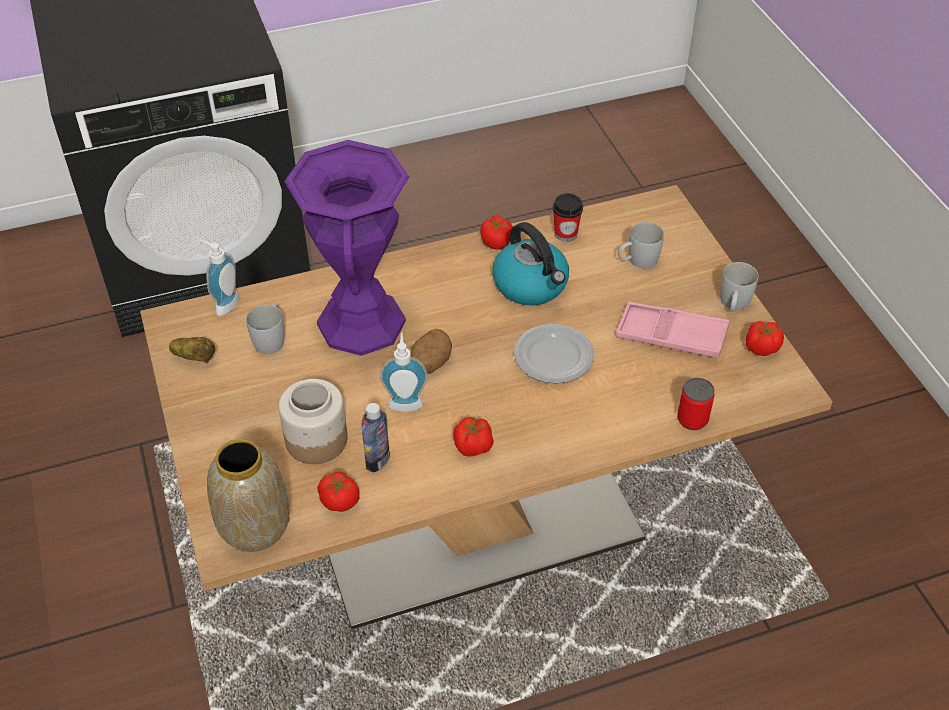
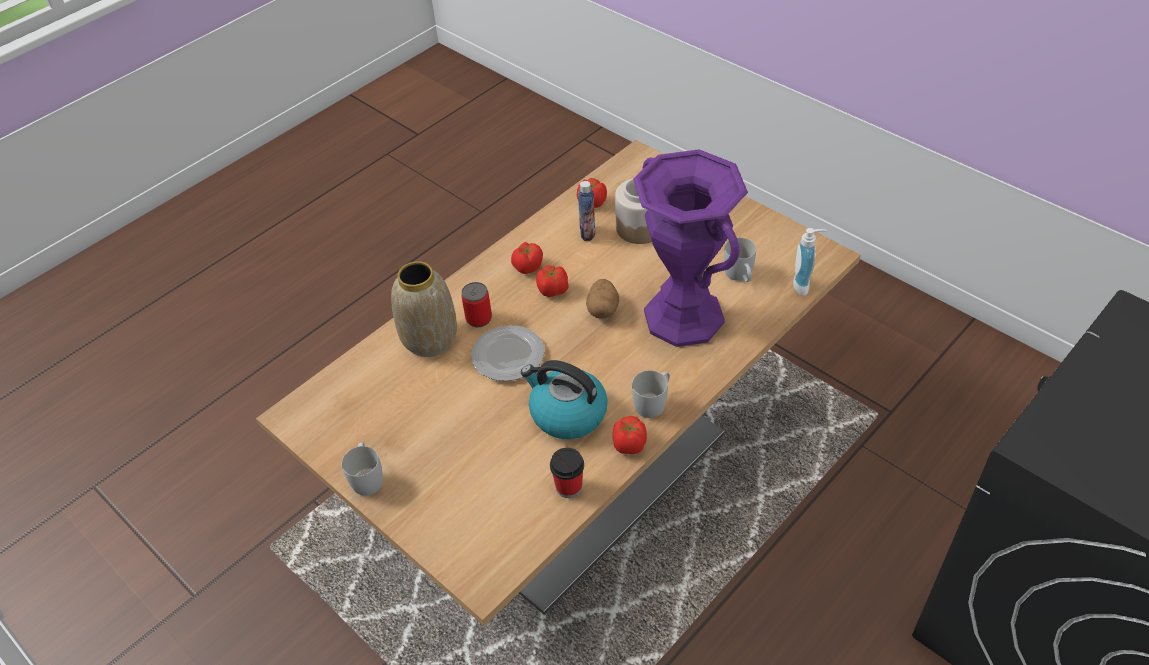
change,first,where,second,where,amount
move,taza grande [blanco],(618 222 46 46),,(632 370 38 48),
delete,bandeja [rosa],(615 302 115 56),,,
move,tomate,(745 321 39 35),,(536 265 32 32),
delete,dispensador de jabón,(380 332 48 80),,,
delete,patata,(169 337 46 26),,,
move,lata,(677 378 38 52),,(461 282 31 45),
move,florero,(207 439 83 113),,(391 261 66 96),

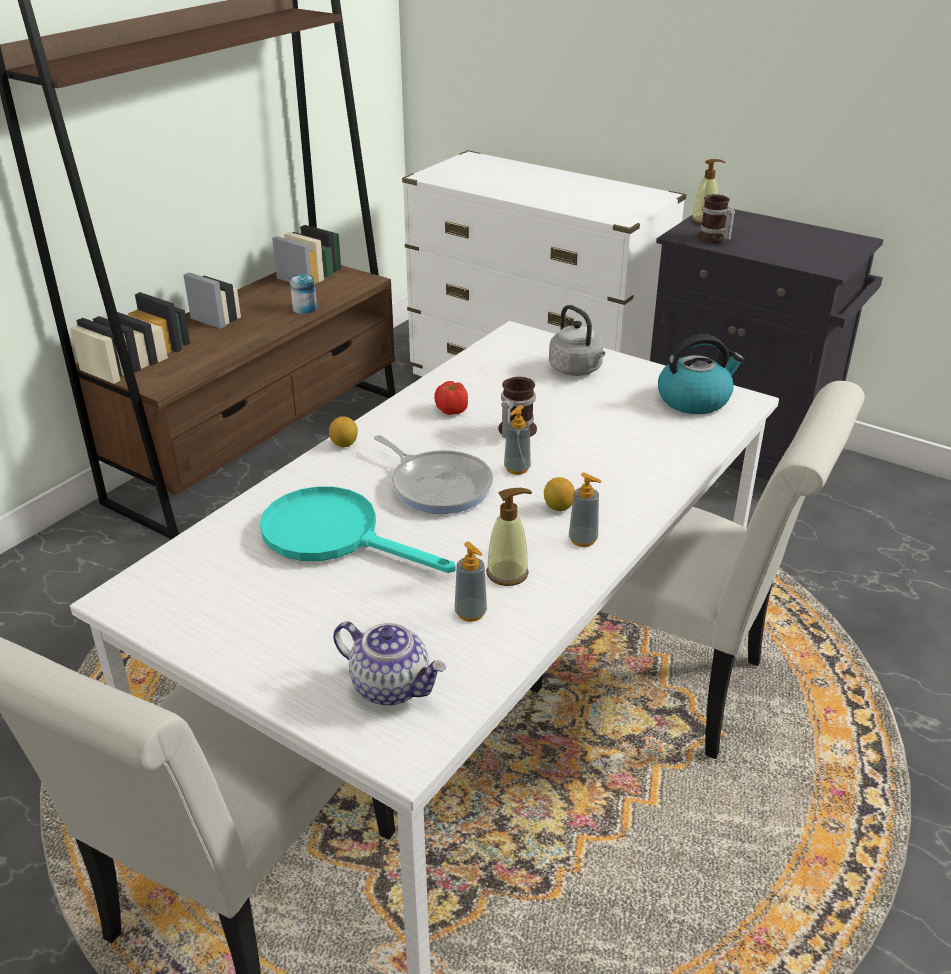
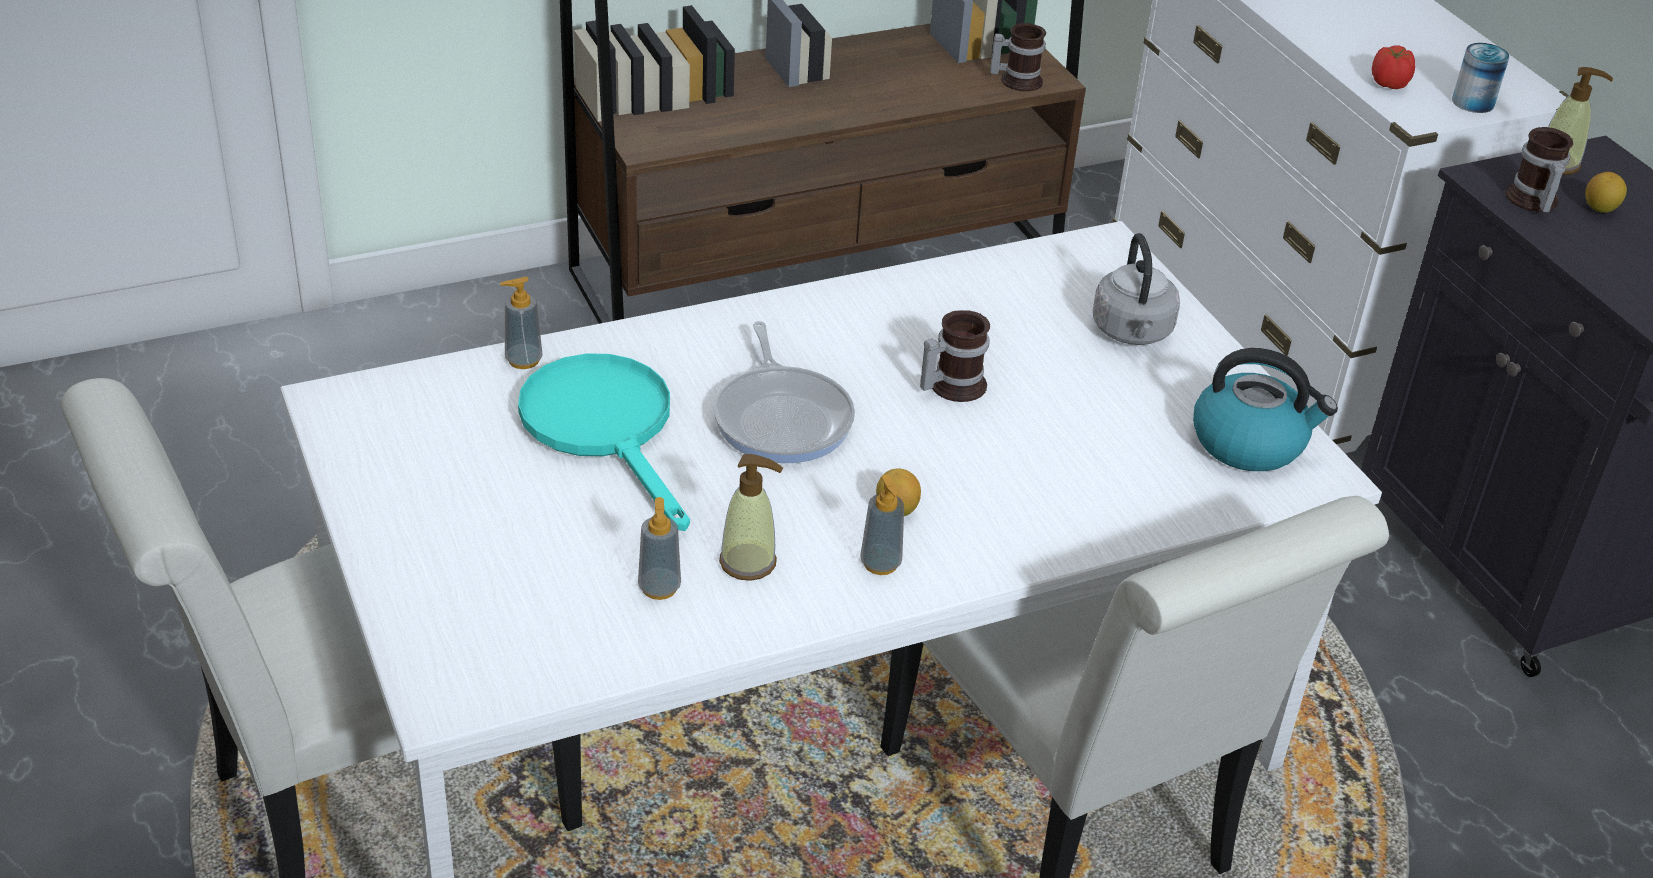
change,first,where,second,where,amount
move,lata,(290 274 27 40),,(1452 43 57 70),
move,tomate,(434 381 34 34),,(1372 46 43 43),
move,dispensador de jabón,(504 405 27 70),,(500 277 43 92),
move,limón,(329 416 29 31),,(1585 172 42 41),
delete,tetera,(333 621 113 85),,,
insert,,,taza grande,(990 23 56 68),

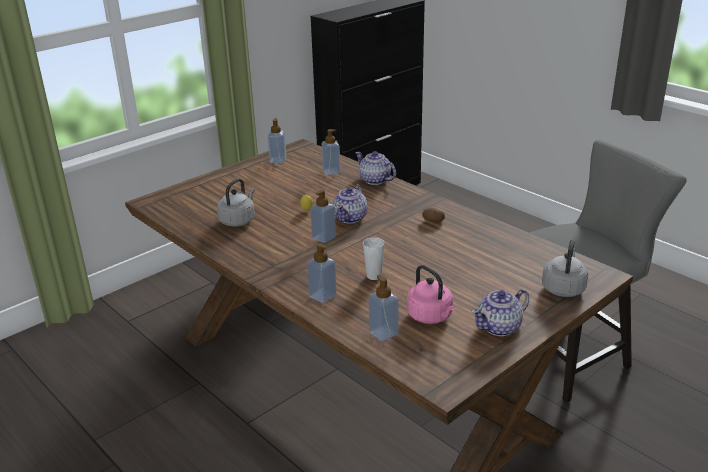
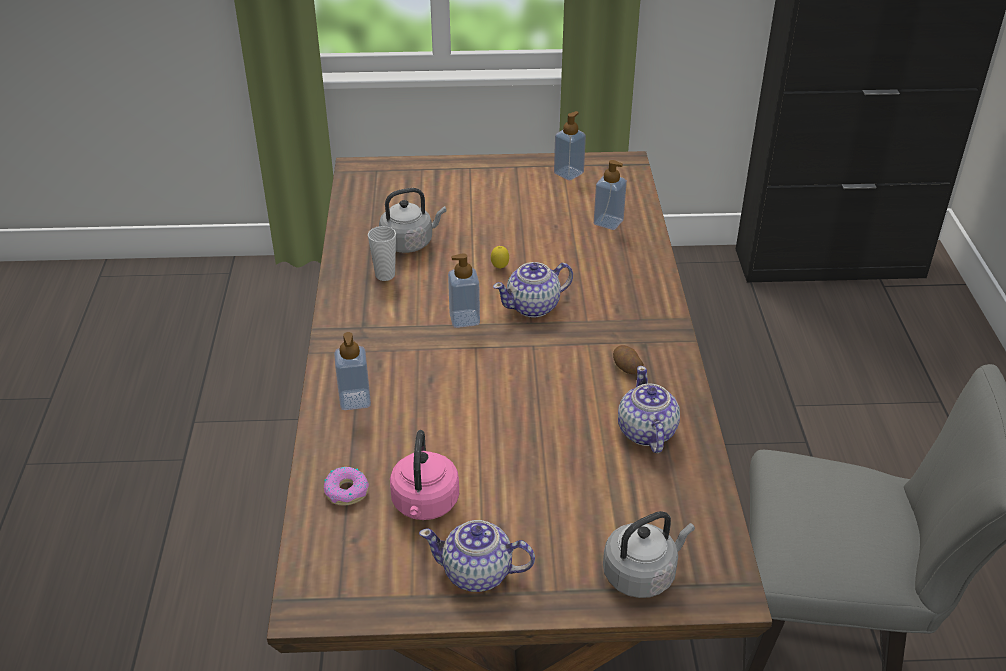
change,first,where,second,where,amount
move,tetera,(355 151 41 34),,(618 366 62 87),
move,taza,(363 237 22 43),,(368 226 28 55),
replace,dispensador de jabón,(369 275 30 66),rosquilla,(324 467 45 39),

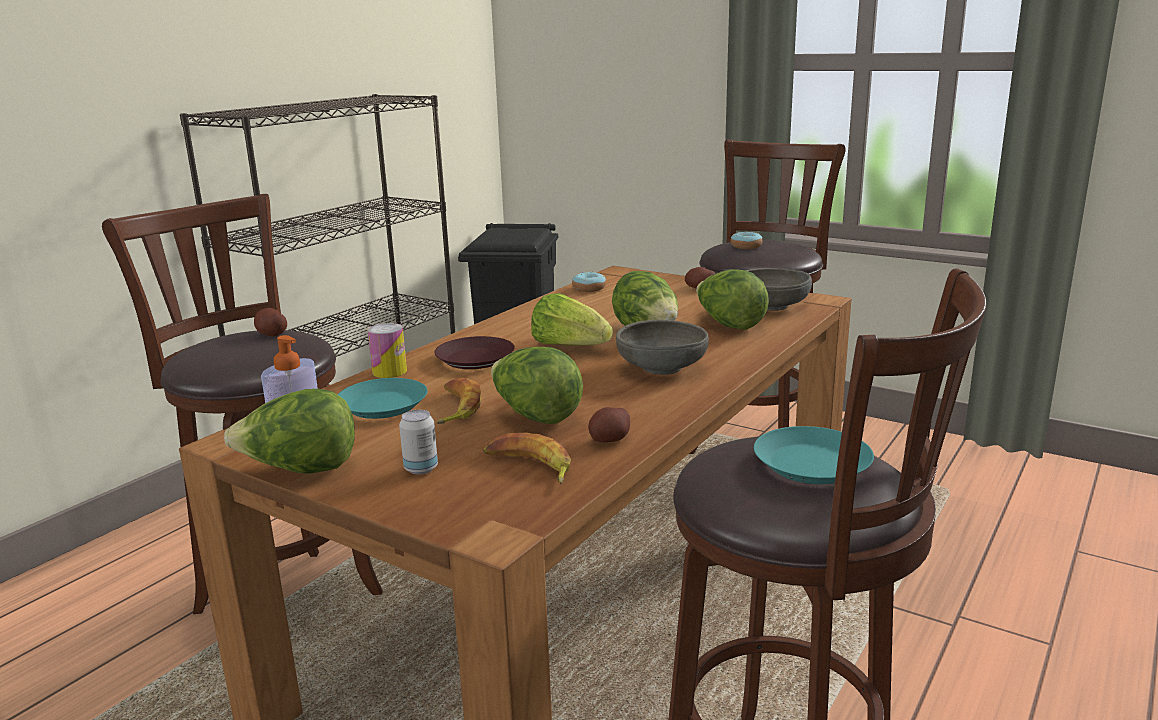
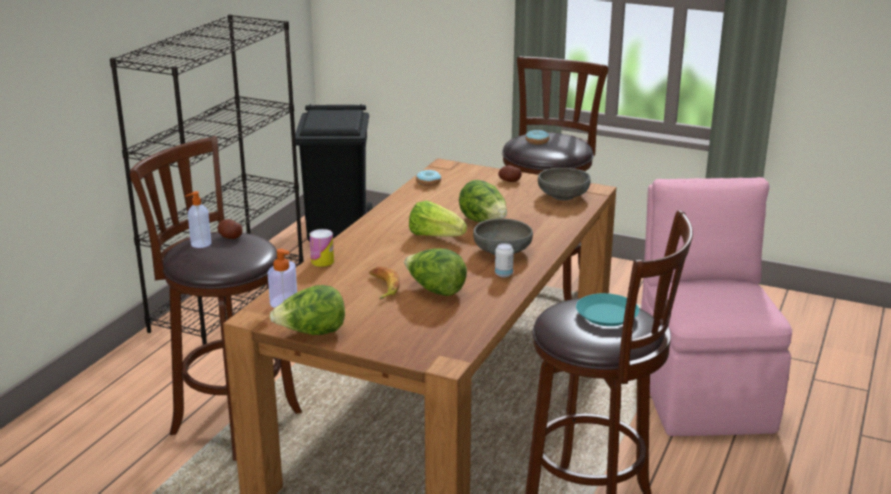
change,first,where,second,where,amount
delete,lechuga,(696 269 73 61),,,
delete,plato [marrón],(434 336 81 33),,,
delete,plato [turquesa],(338 378 90 41),,,
delete,patata,(588 407 42 35),,,
move,lata,(399 410 39 65),,(495 243 19 34),
delete,plátano,(483 433 88 51),,,
insert,,,silla [rosa],(641 177 151 259),
insert,,,dispensador de jabón,(185 191 26 57),

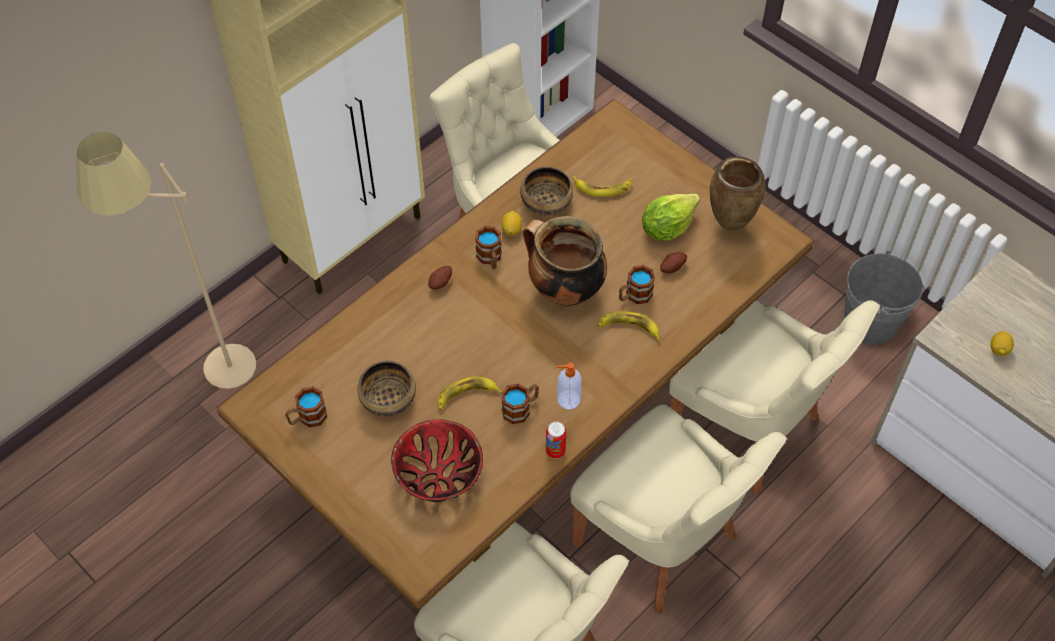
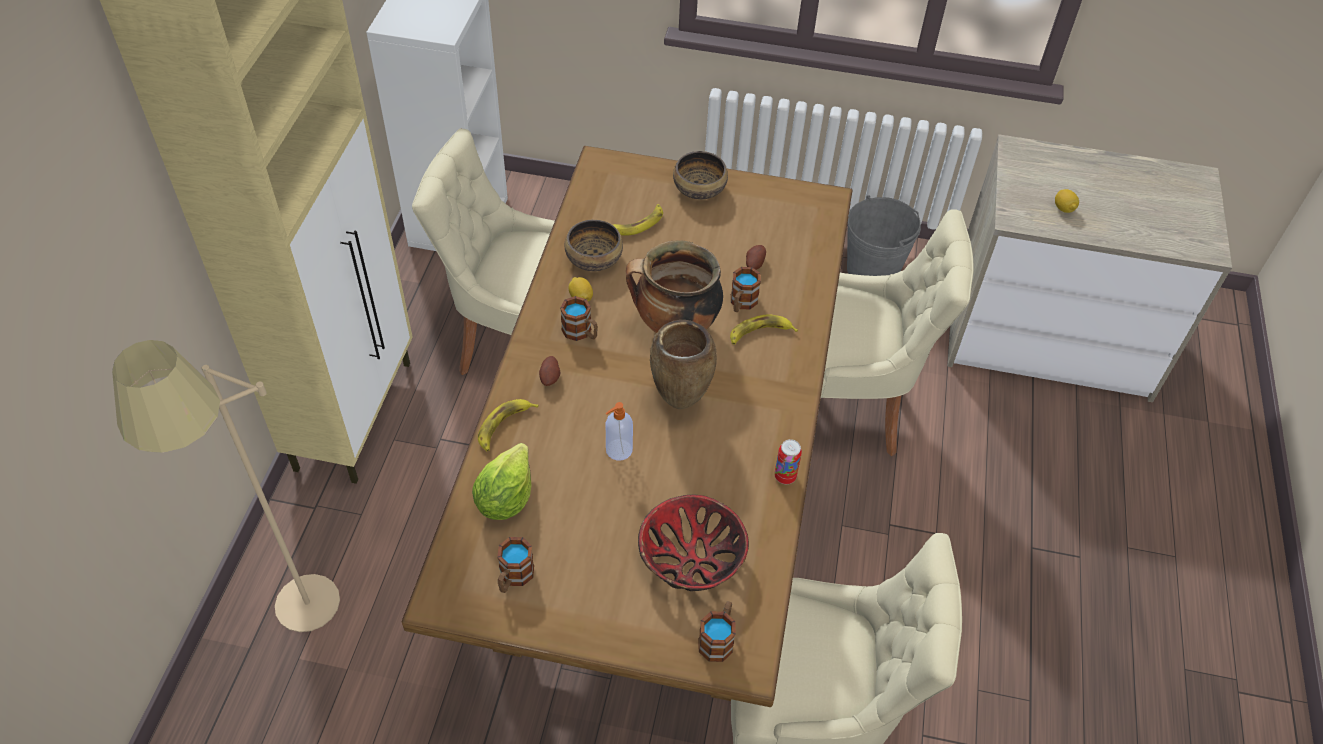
change,first,where,second,where,amount
move,florero [marrón],(710 156 56 75),,(650 320 67 89),
move,lechuga,(642 194 58 47),,(472 443 59 77),
move,cuenco,(358 361 58 55),,(673 151 55 48),
move,dispensador de jabón,(556 362 26 47),,(606 402 27 59),
move,plátano,(437 377 65 33),,(478 399 61 52),
move,taza grande,(501 383 38 41),,(698 601 38 61),
delete,silla [beis],(570 404 217 210),,,

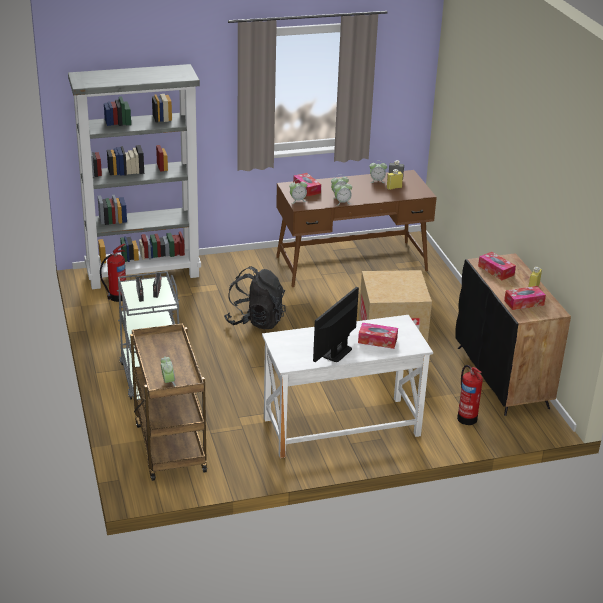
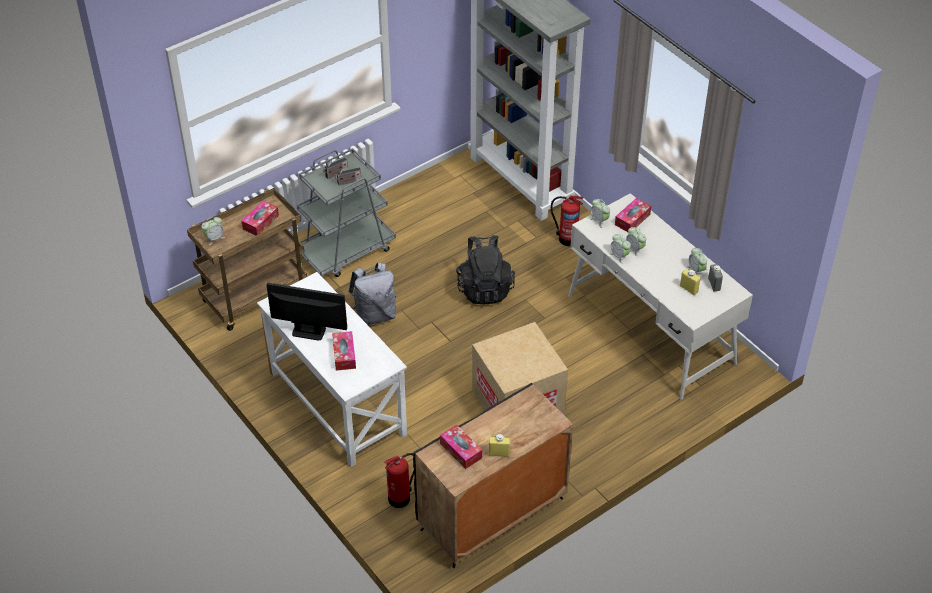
change,first,where,second,where,amount
recolor,escritorio [marrón],(276 170 161 117),escritorio [blanco],(568 193 185 207),
move,extintor,(100 244 26 58),,(551 196 33 50),
move,caja de pañuelos,(478 252 38 28),,(242 200 37 36),
insert,,,mochila [gris],(349 263 47 62),

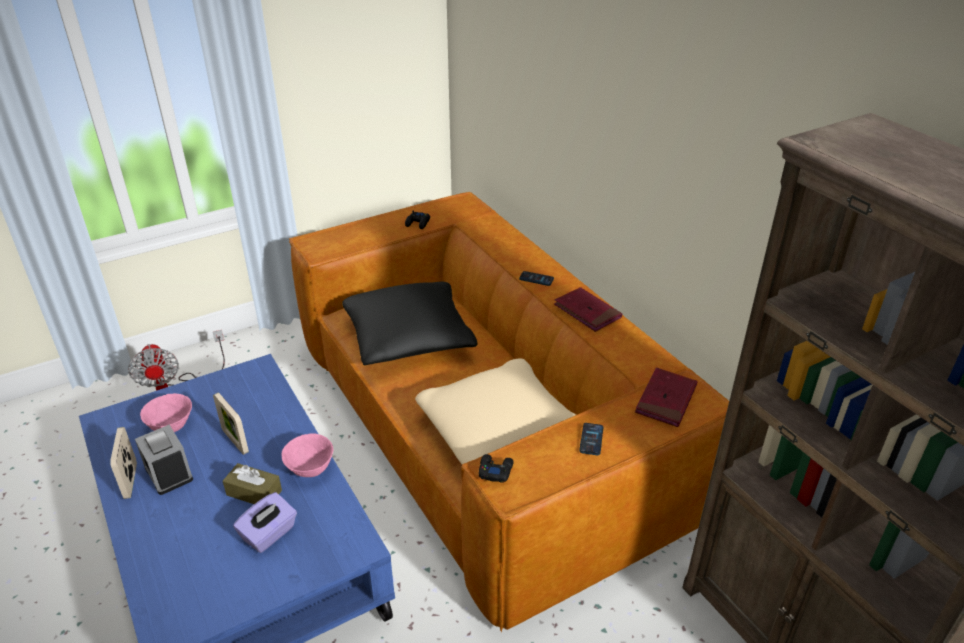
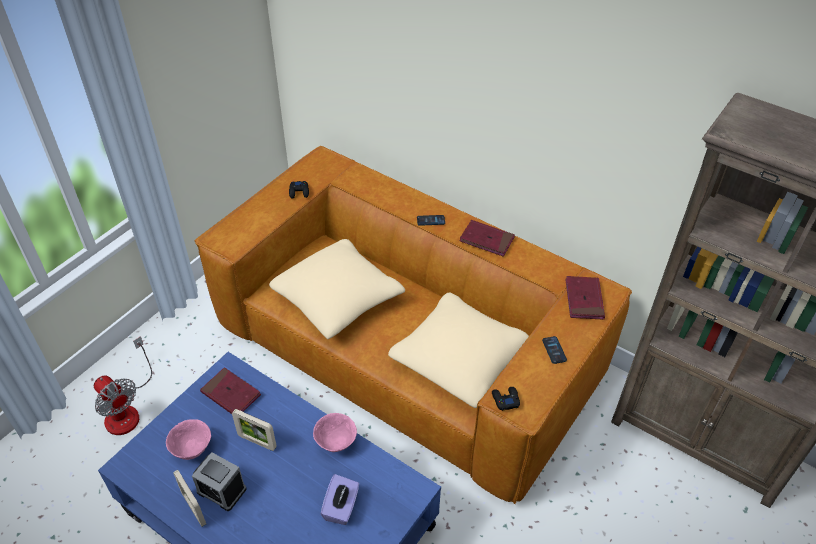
change,first,where,second,where,amount
recolor,cojín [negro],(342 282 136 83),cojín [beis],(269 239 136 100),
delete,caja de pañuelos [marrón],(223 463 59 41),,,
insert,,,libro [rojo],(200 367 61 47),

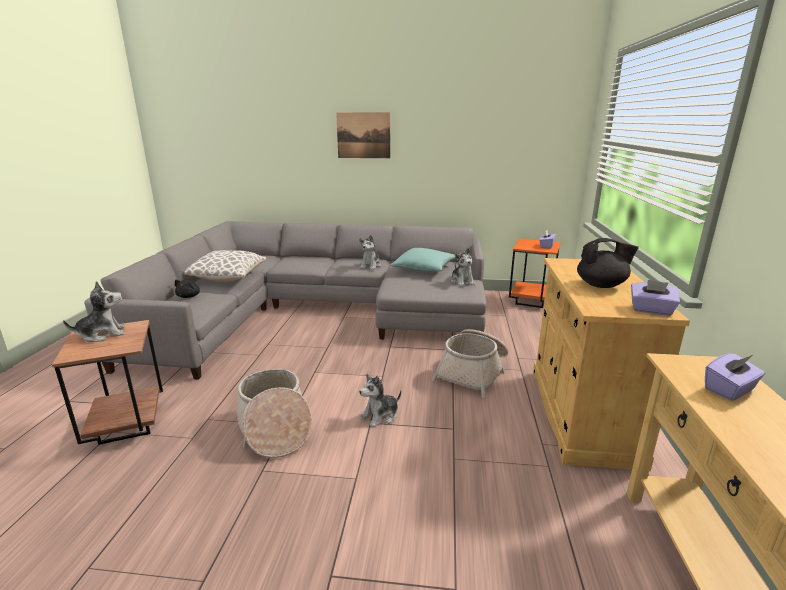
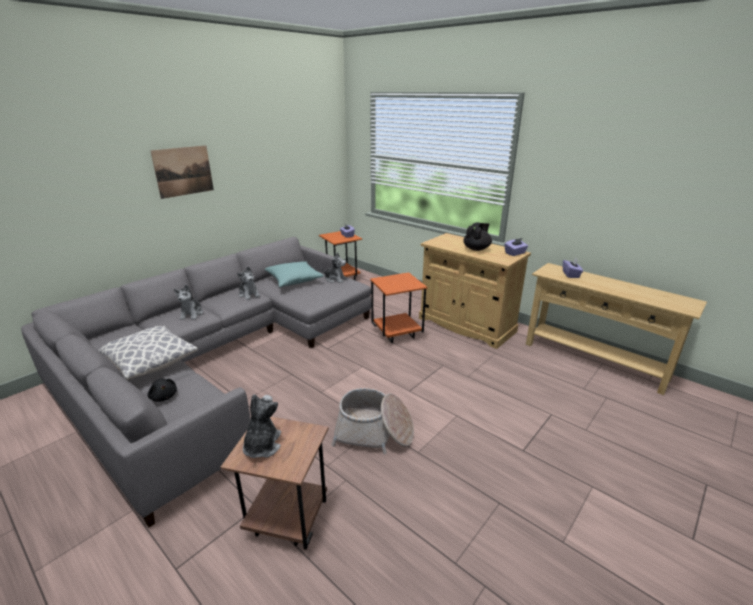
change,first,where,second,where,amount
replace,cesta,(432 329 76 69),mesa auxiliar [naranja],(370 272 57 71),
move,peluche,(359 374 42 54),,(174 285 29 35),

